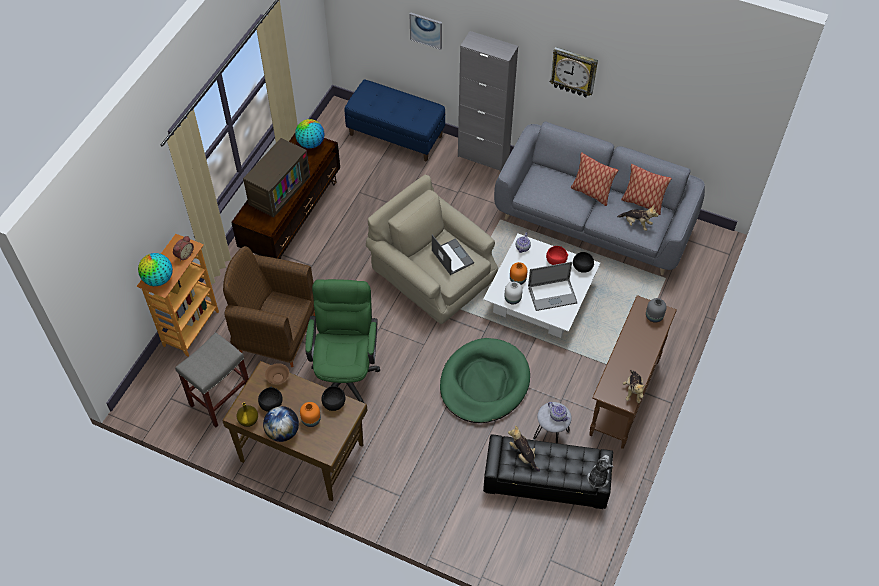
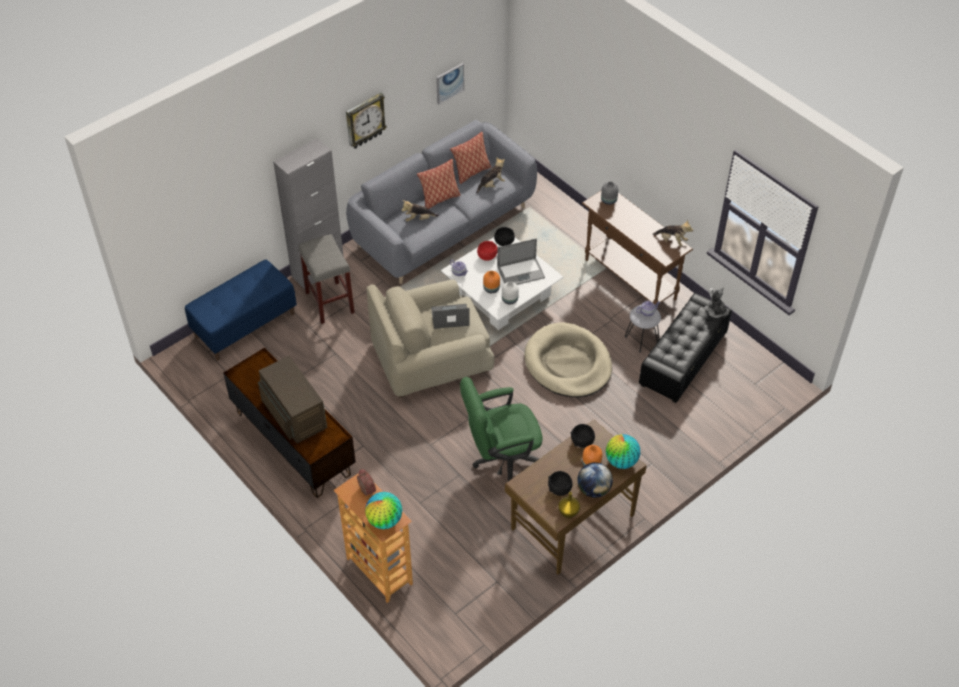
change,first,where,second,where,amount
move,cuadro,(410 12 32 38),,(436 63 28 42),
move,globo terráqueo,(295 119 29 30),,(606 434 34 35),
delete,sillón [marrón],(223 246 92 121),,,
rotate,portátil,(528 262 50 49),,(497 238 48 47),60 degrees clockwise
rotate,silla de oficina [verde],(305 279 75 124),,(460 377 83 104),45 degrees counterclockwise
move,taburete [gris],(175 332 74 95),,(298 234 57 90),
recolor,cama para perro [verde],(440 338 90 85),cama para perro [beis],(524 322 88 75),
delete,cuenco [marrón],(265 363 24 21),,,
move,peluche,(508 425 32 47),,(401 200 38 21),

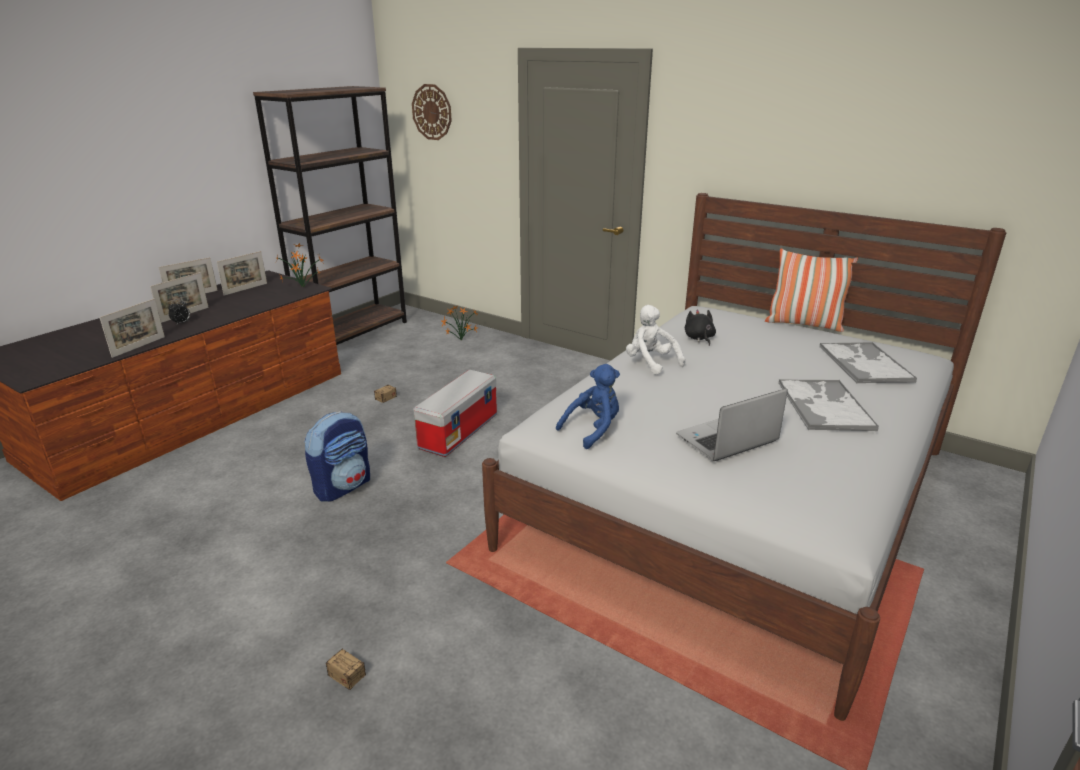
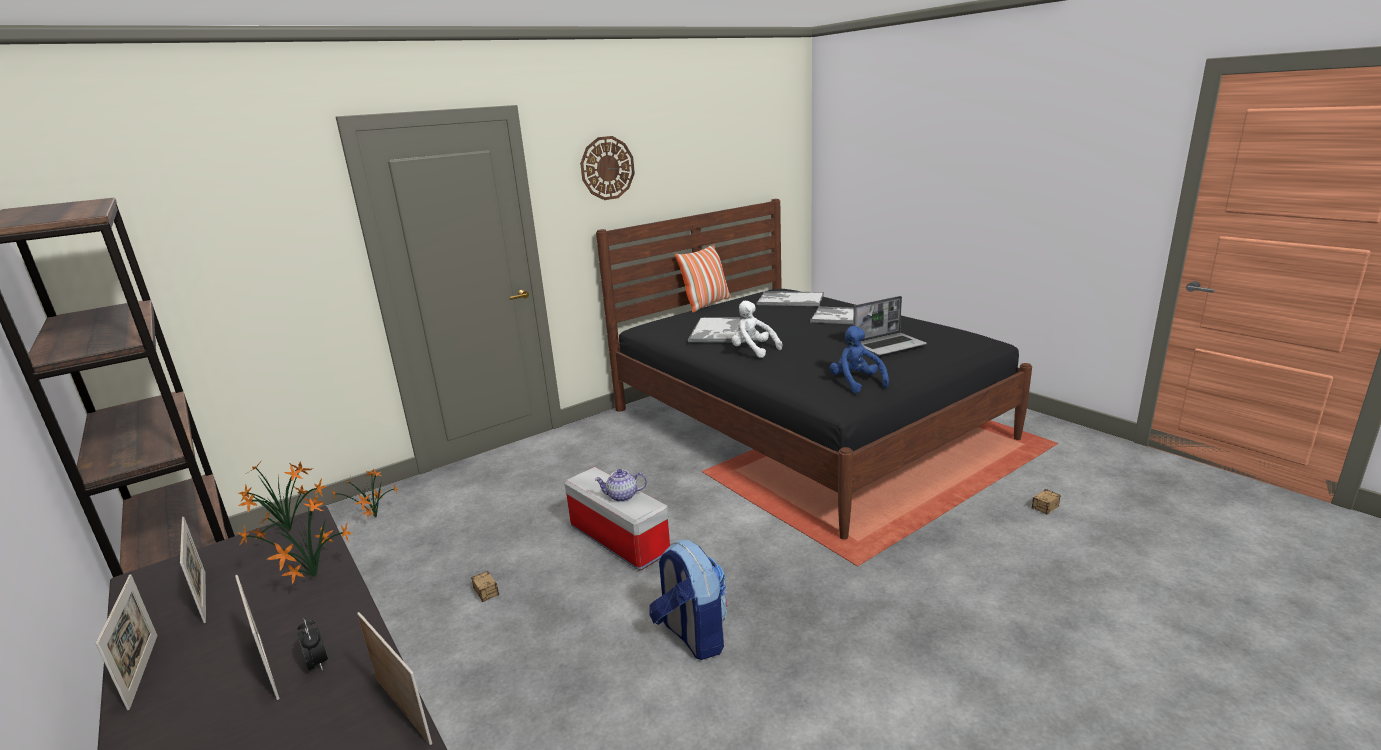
change,first,where,second,where,amount
move,reloj de pared,(412 84 40 56),,(580 136 55 64),
recolor,cama [blanco],(482 193 524 528),cama [negro],(596 199 436 341),
rotate,peluche [blanco],(626 305 59 70),,(732 301 50 57),60 degrees clockwise
replace,peluche [negro],(685 310 31 36),bandeja,(688 317 55 26),
rotate,portátil,(676 388 112 73),,(853 296 74 60),105 degrees counterclockwise
move,caja de almacenaje,(291 613 75 77),,(1032 488 29 26),
insert,,,tetera,(595 469 52 33),
insert,,,planta en maceta,(238 495 115 89),

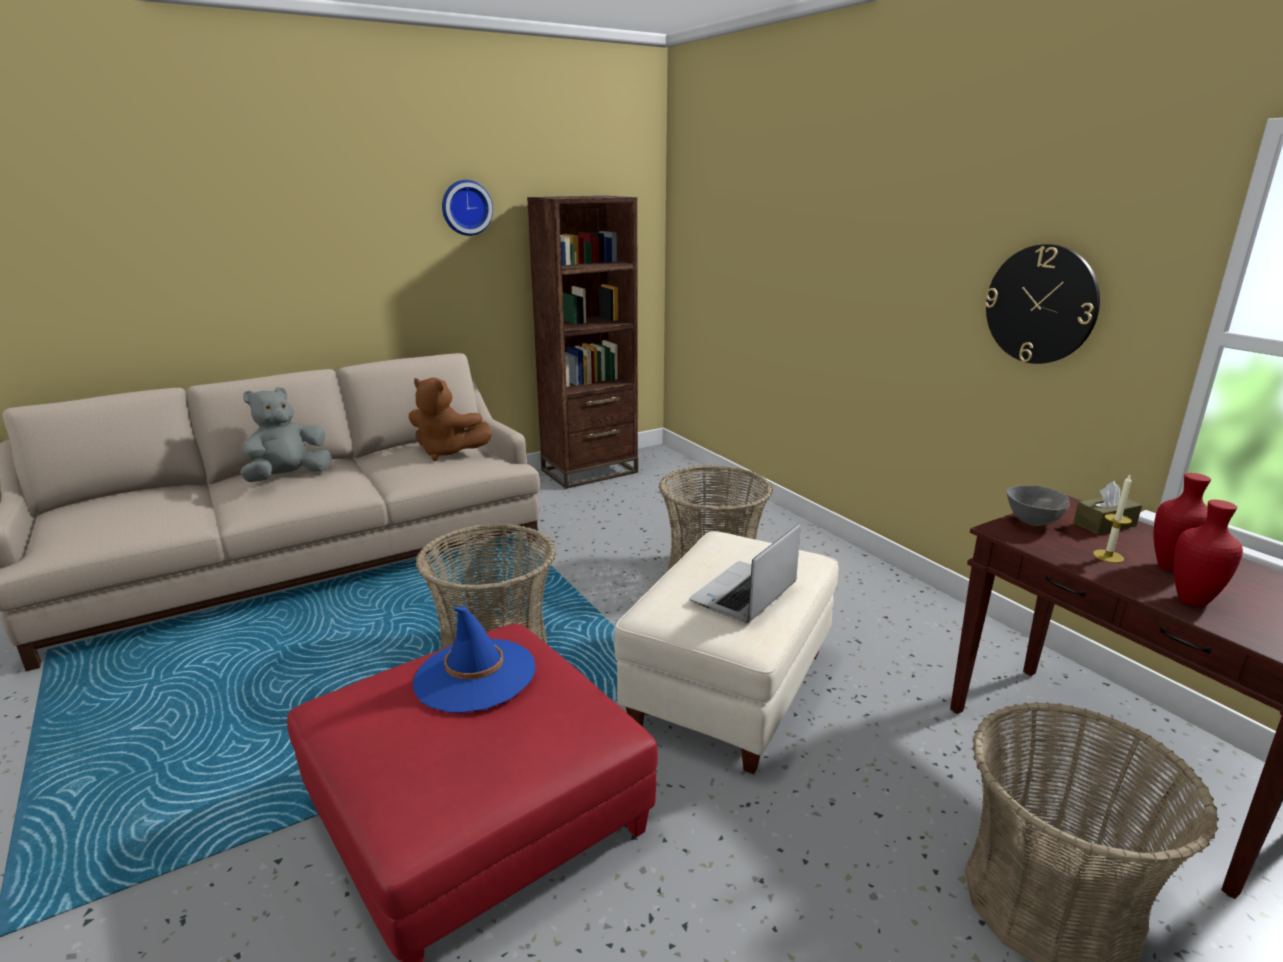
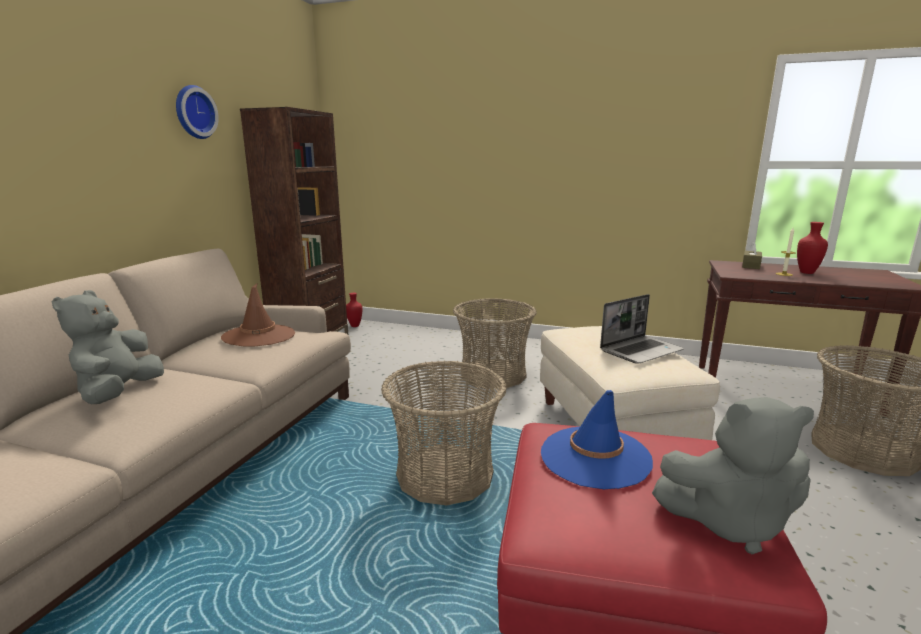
change,first,where,second,where,amount
delete,reloj de pared,(985 244 115 120),,,
replace,peluche [marrón],(409 378 83 83),sombrero [marrón],(221 283 74 64),
delete,cuenco [gris],(1007 485 63 41),,,
move,florero [rojo],(1173 500 70 107),,(346 293 16 34),
rotate,portátil,(690 523 111 100),,(600 294 84 70),120 degrees counterclockwise
insert,,,peluche [gris],(652 397 162 157),

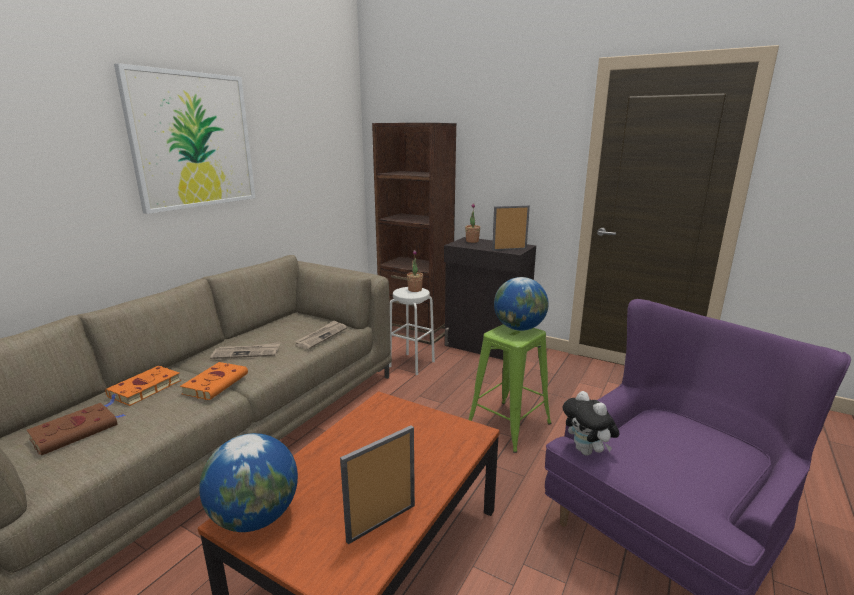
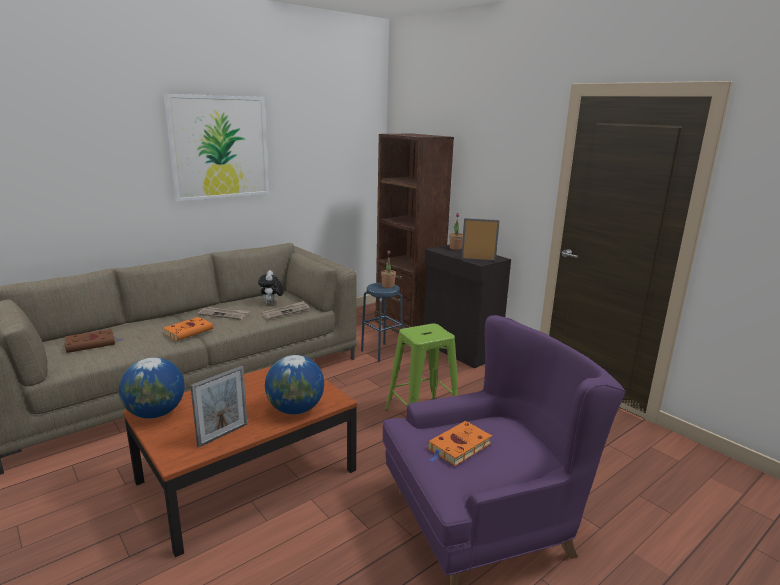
change,first,where,second,where,amount
move,globo terráqueo,(494 277 55 54),,(265 355 59 59),
recolor,taburete [blanco],(389 287 46 88),taburete [azul],(361 283 42 79),
move,libro [naranja],(104 366 77 41),,(427 421 65 45),
move,peluche,(563 391 57 65),,(258 270 25 34),
rotate,portarretratos,(340 425 75 119),,(190 366 58 81),150 degrees clockwise

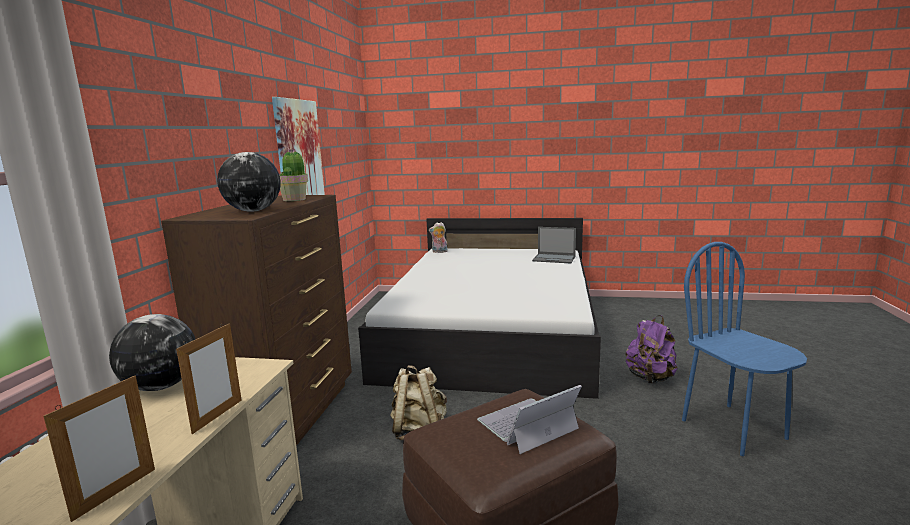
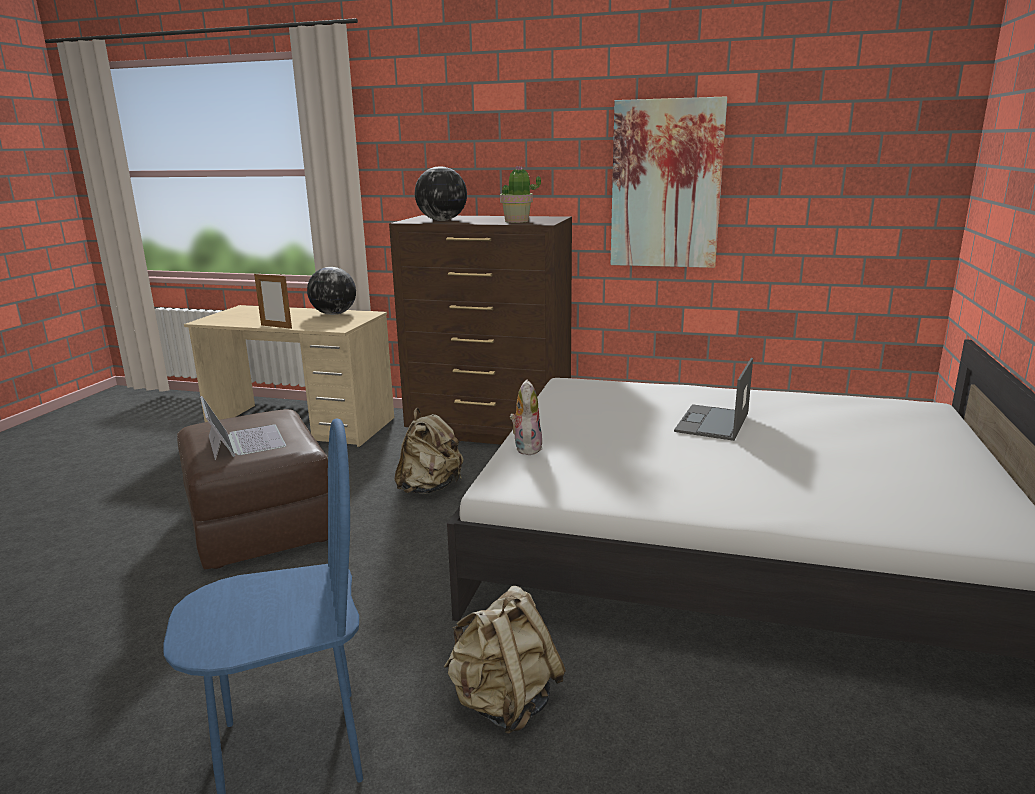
change,first,where,second,where,amount
move,peluche,(429 222 19 31),,(510 380 33 75),
move,portátil,(532 227 44 36),,(674 358 79 83),
recolor,mochila [morado],(625 315 52 69),mochila [beis],(444 586 122 148),
delete,portarretratos,(43 376 112 146),,,

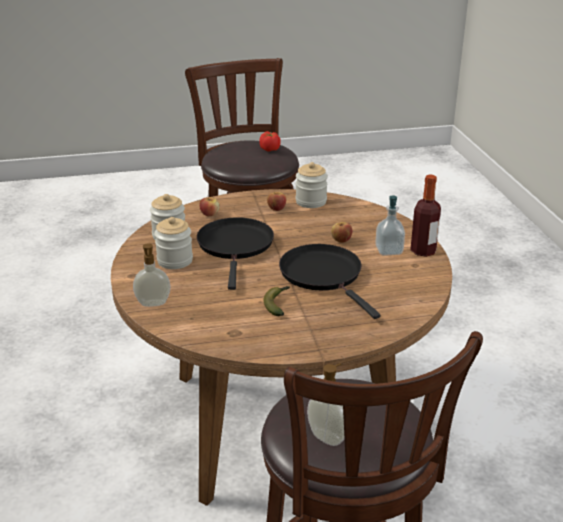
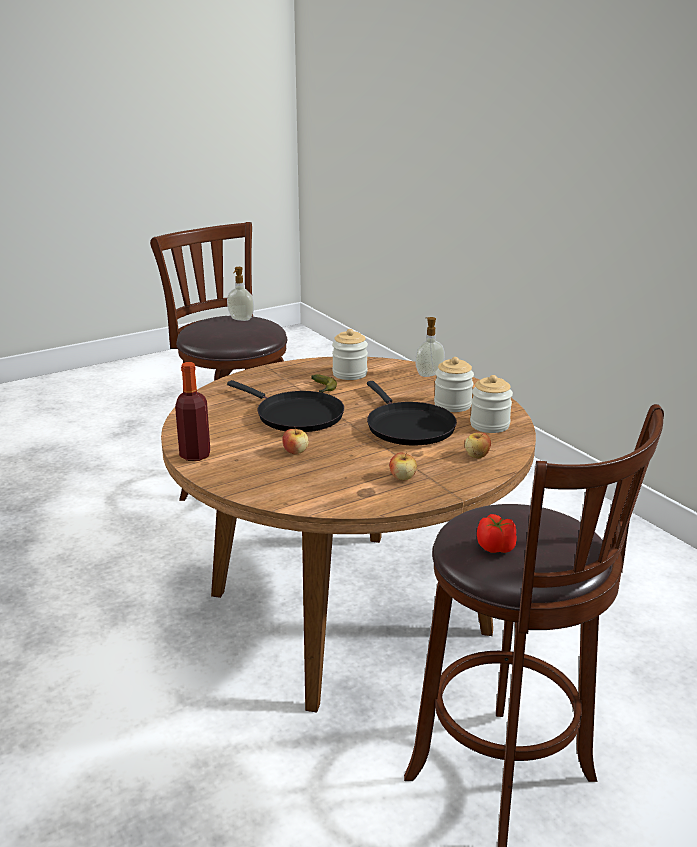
change,first,where,second,where,amount
move,tarro,(296 162 32 46),,(332 329 36 51),
delete,dispensador de jabón,(375 196 30 60),,,

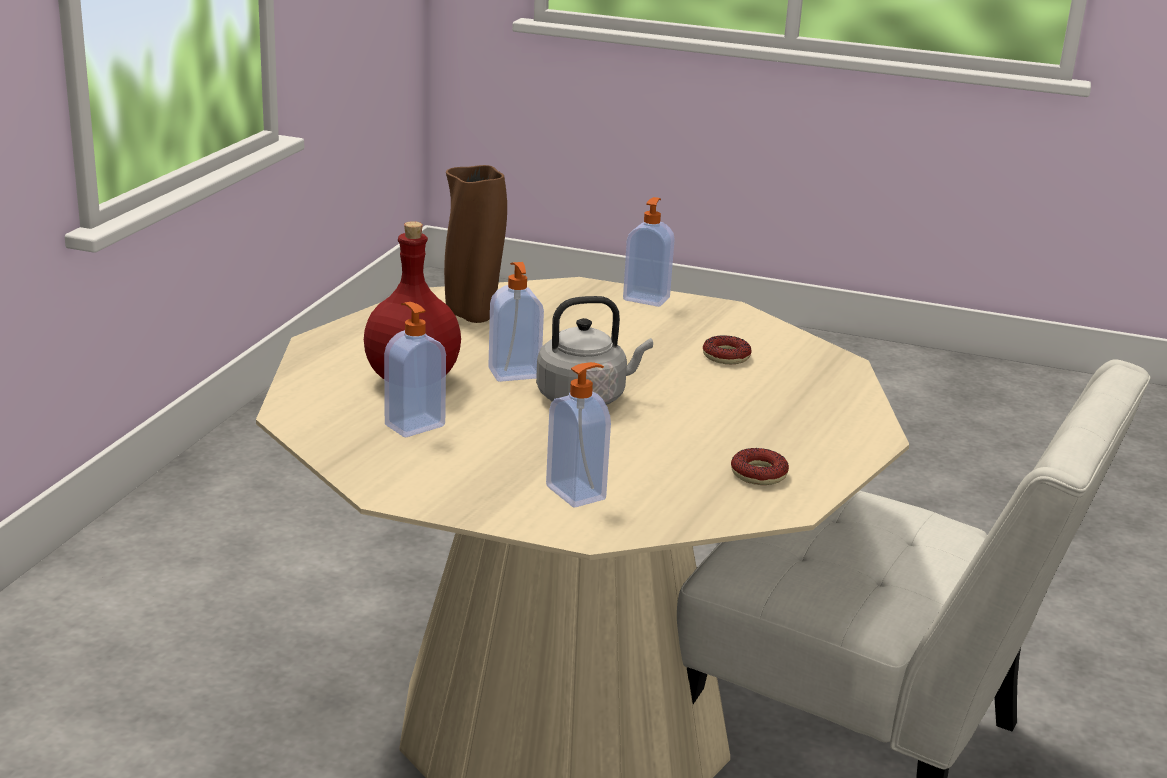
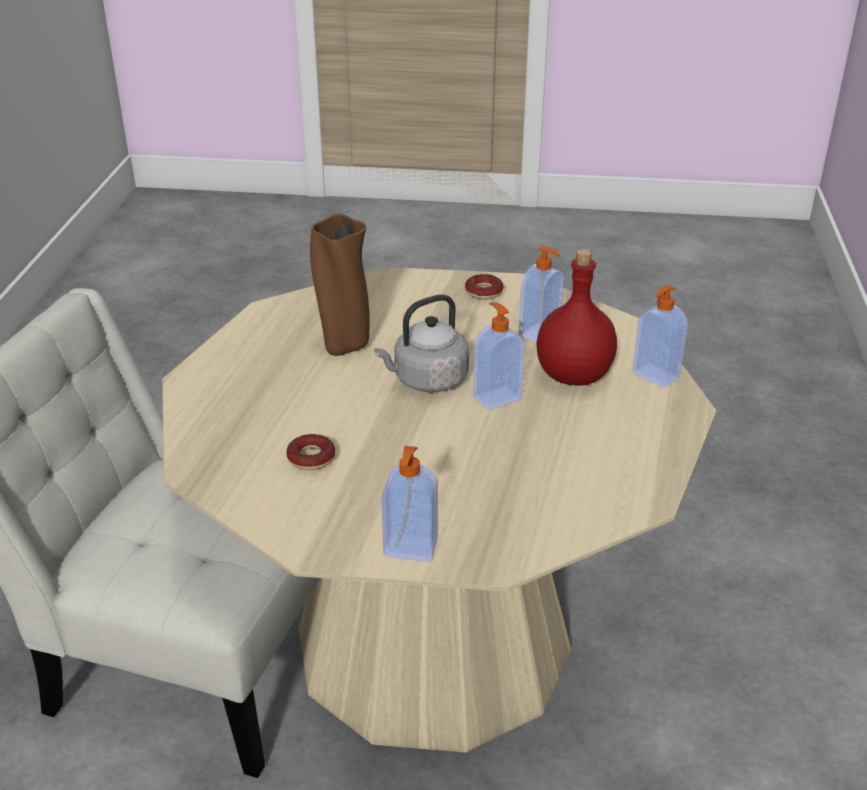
change,first,where,second,where,amount
move,florero [marrón],(444 165 63 158),,(310 214 60 142),
move,dispensador de jabón,(546 362 65 146),,(632 285 56 103),
move,rosquilla,(731 448 58 37),,(465 274 38 26),

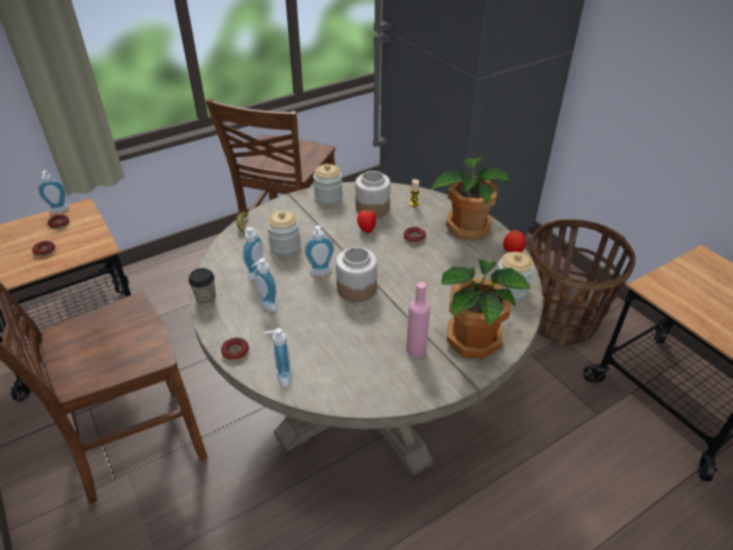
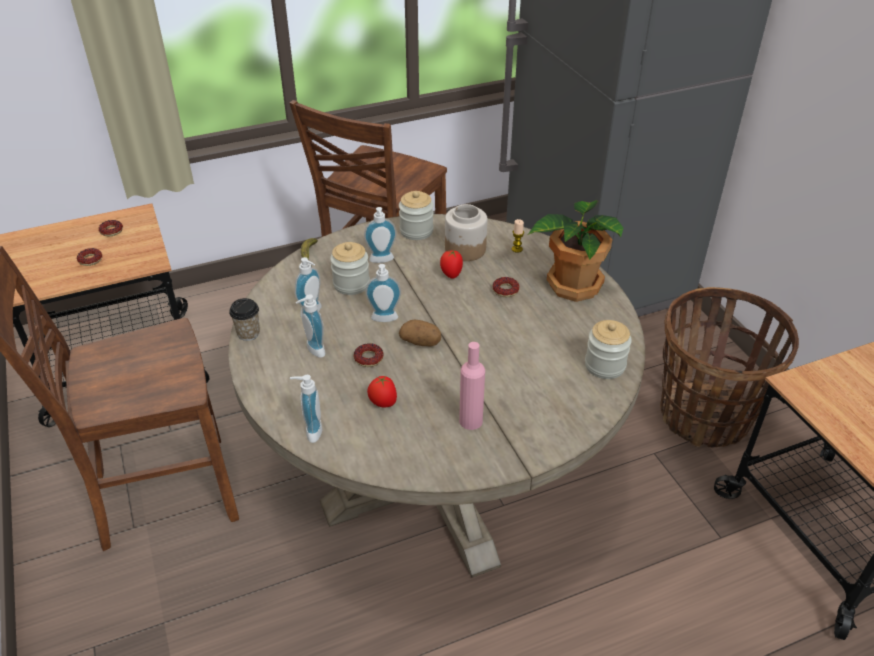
change,first,where,second,where,amount
move,dispensador de jabón,(38 170 31 43),,(364 207 33 56),
move,tomate,(503 230 23 22),,(367 376 30 31),
replace,tarro,(336 247 41 55),patata,(399 320 42 26),
delete,planta en maceta,(441 260 90 99),,,
move,rosquilla,(221 338 28 23),,(354 343 30 24),

